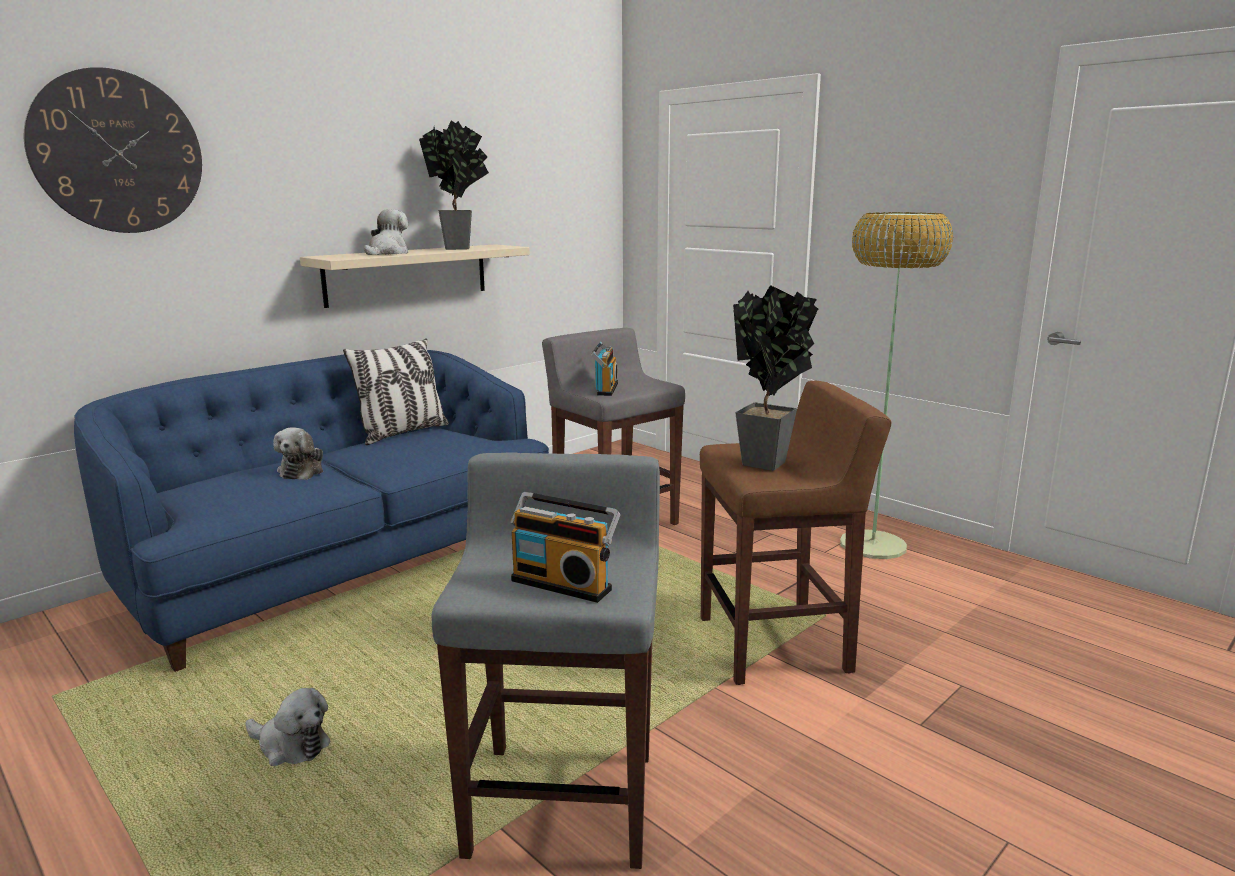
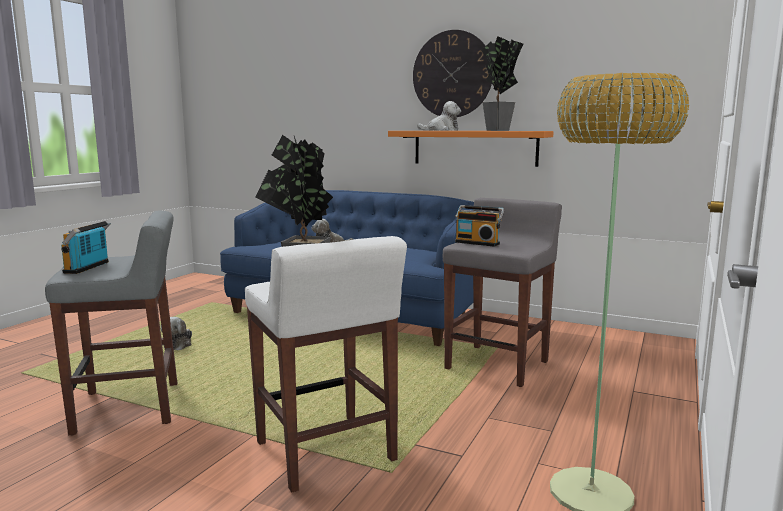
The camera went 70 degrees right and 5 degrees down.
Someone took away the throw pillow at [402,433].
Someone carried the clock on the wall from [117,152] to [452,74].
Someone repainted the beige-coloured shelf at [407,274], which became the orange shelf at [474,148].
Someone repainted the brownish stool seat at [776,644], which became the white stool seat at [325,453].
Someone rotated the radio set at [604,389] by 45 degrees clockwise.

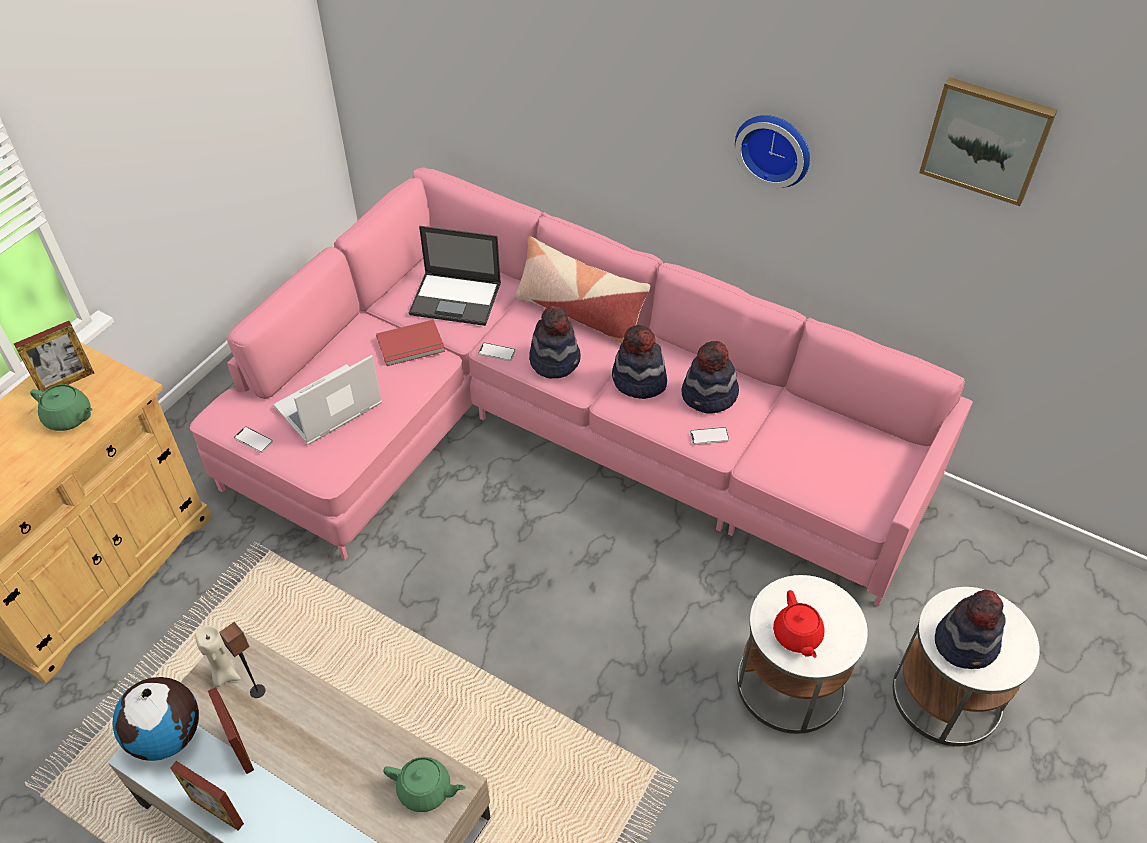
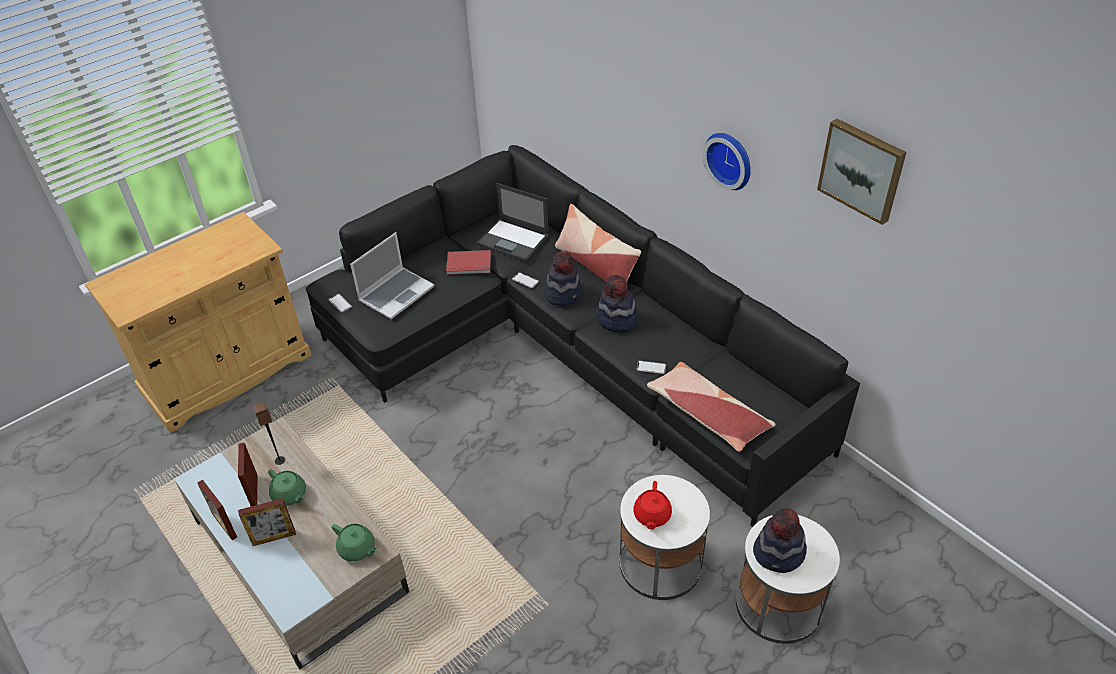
The camera went 20 degrees right and 5 degrees down.
Someone took away the globe at [168,735].
Someone took away the beige-coloured wax light at [224,674].
Someone took away the hat at [709,396].
Someone put down the throw pillow at [707,414].
Someone carried the standing frame from [67,382] to [274,538].
Someone carried the greenish teapot from [69,418] to [290,495].
Someone repainted the pinkish settee at [556,431], which became the black-coloured settee at [565,351].
Someone rotated the portable computer at [328,408] by 150 degrees clockwise.

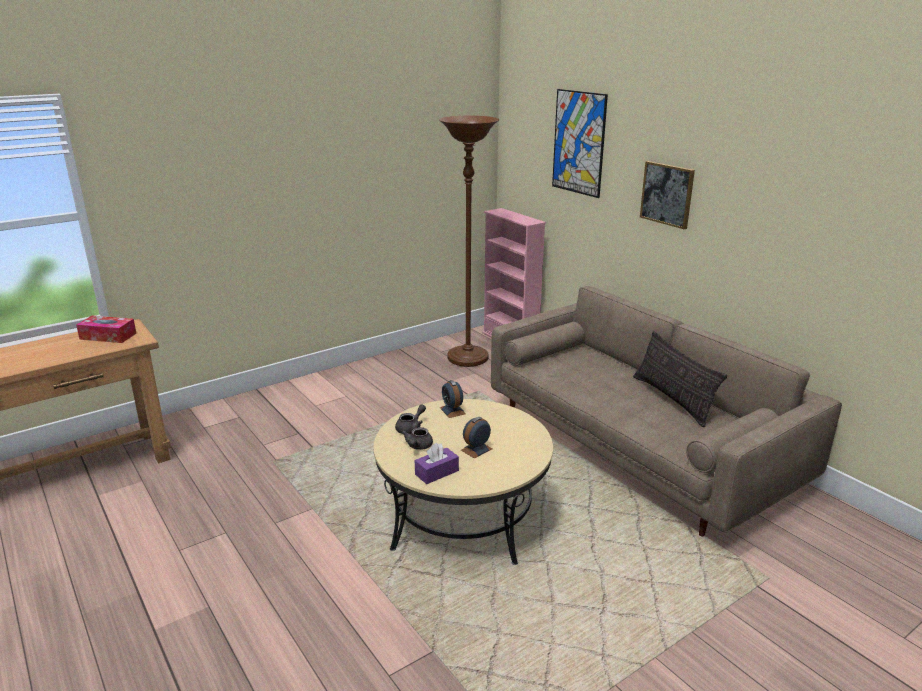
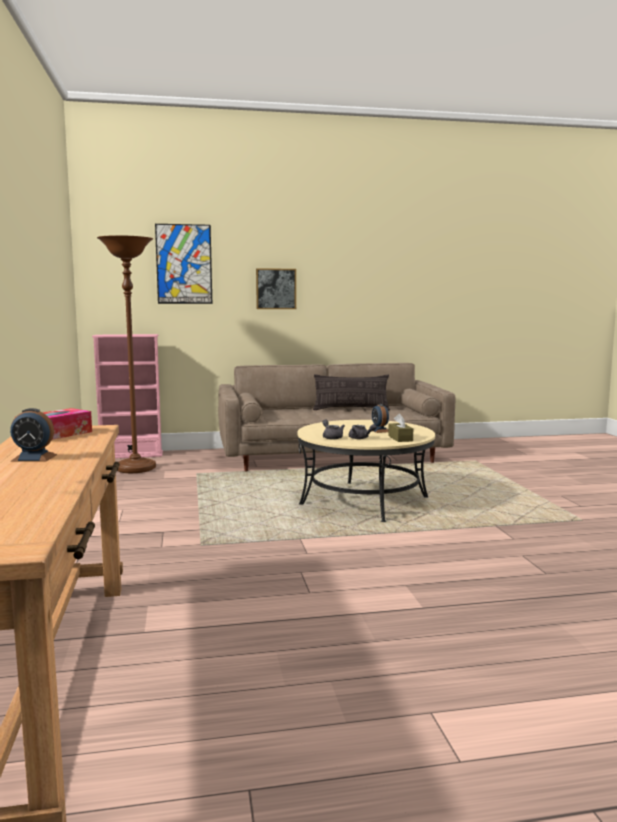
The camera went 65 degrees left and 15 degrees down.
Someone carried the bedside clock from [452,410] to [34,458].
Someone repainted the purple tissue holder at [437,472], which became the brownish tissue holder at [400,438].

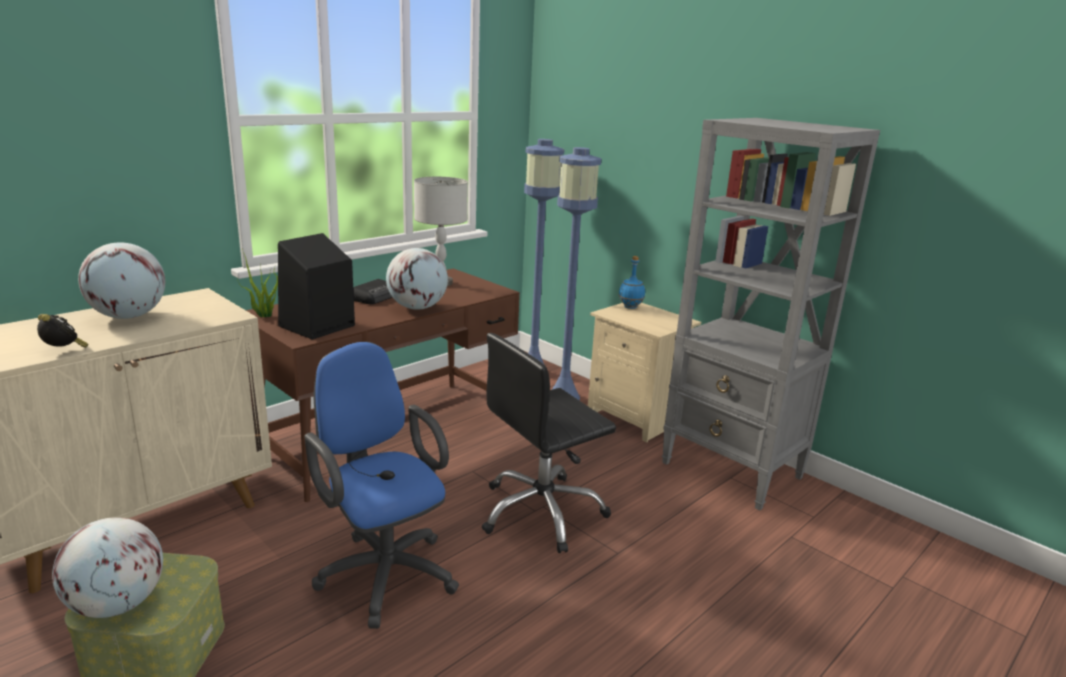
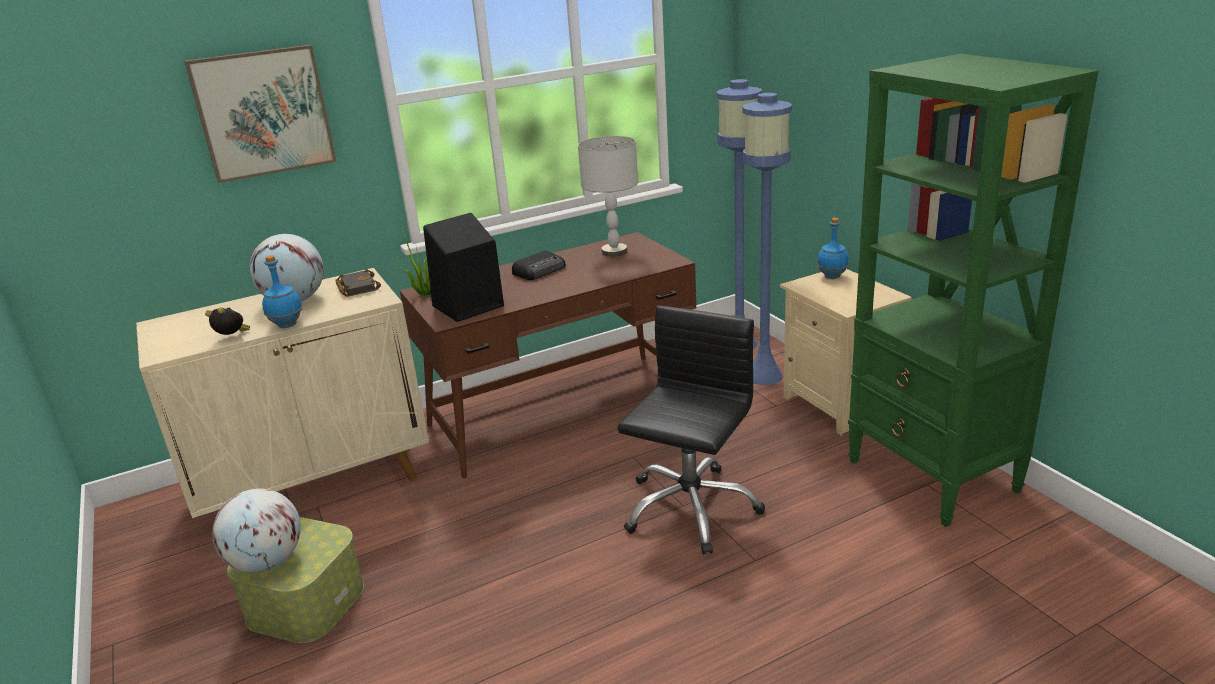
The camera went 20 degrees right and 5 degrees up.
Someone took away the blue desk chair at [383,570].
Someone took away the globe at [417,307].
Someone put up the wall art at [263,113].
Someone put down the blue beverage bottle at [288,325].
Someone put down the black-coloured volume at [356,287].
Someone repainted the grey bookcase at [732,471], which became the greenish bookcase at [933,476].
Someone rotated the bedside clock at [64,351] by 45 degrees counterclockwise.
Someone rotated the black-coloured desk chair at [542,512] by 135 degrees clockwise.

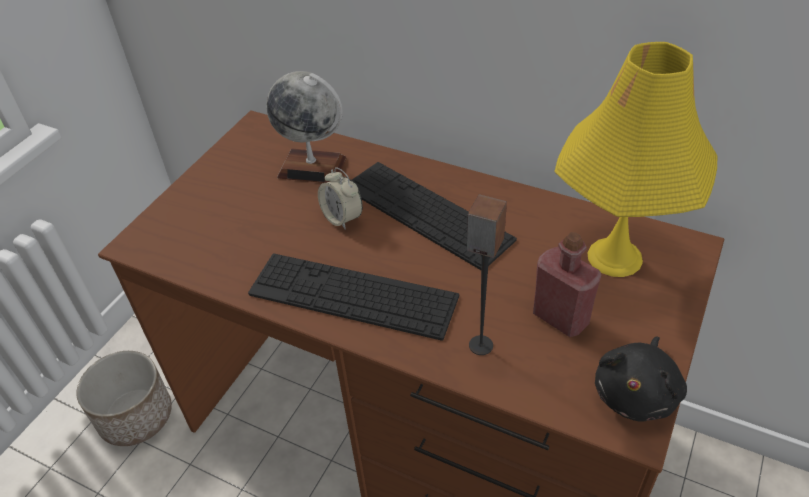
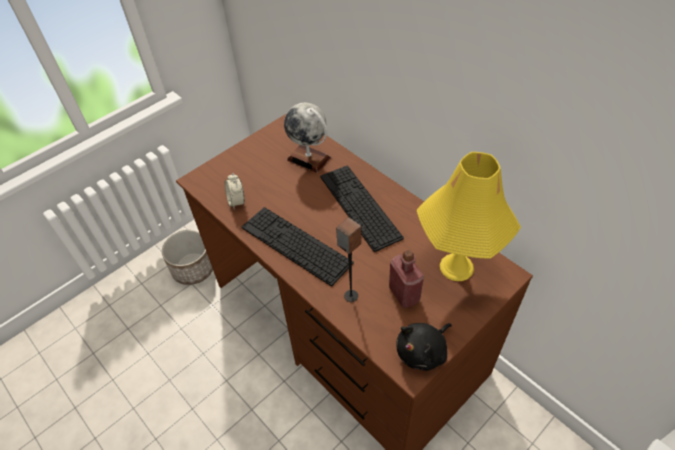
The camera went 20 degrees right and 5 degrees up.
Someone carried the bedside clock from [342,218] to [237,201].

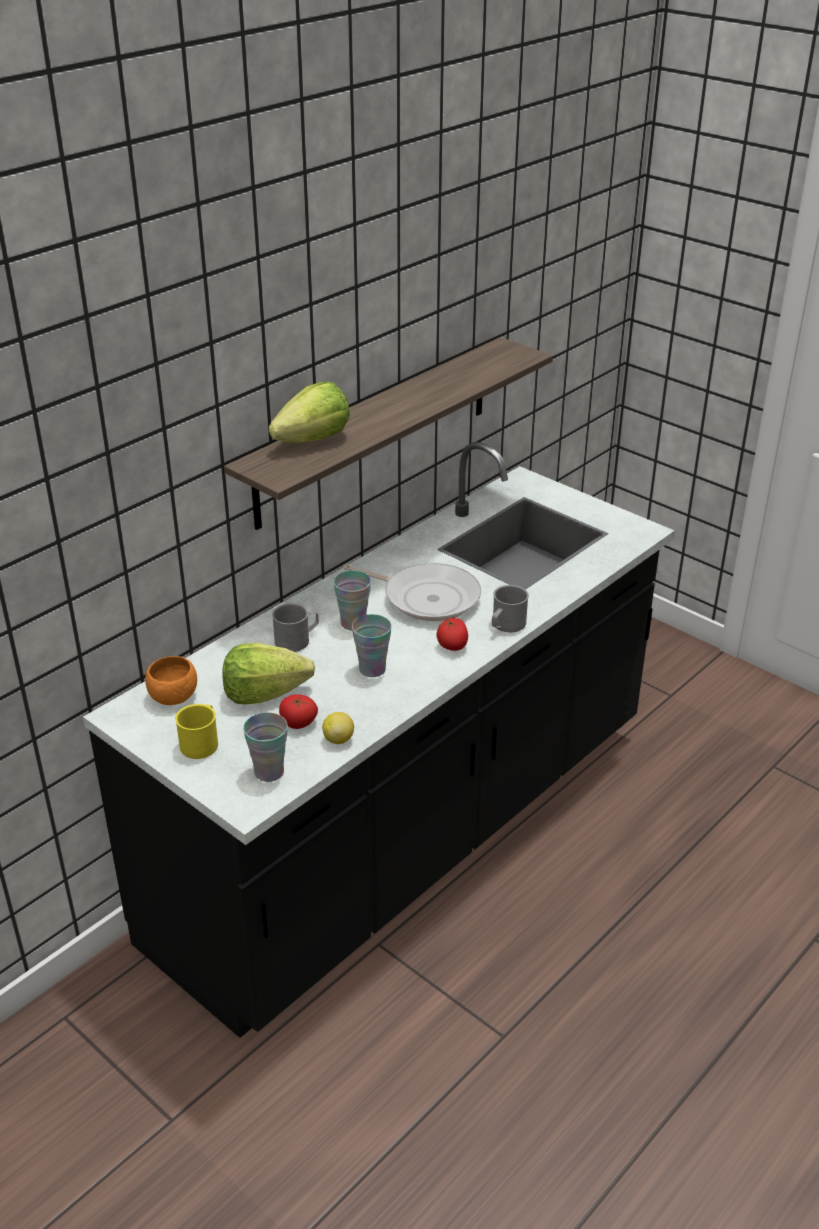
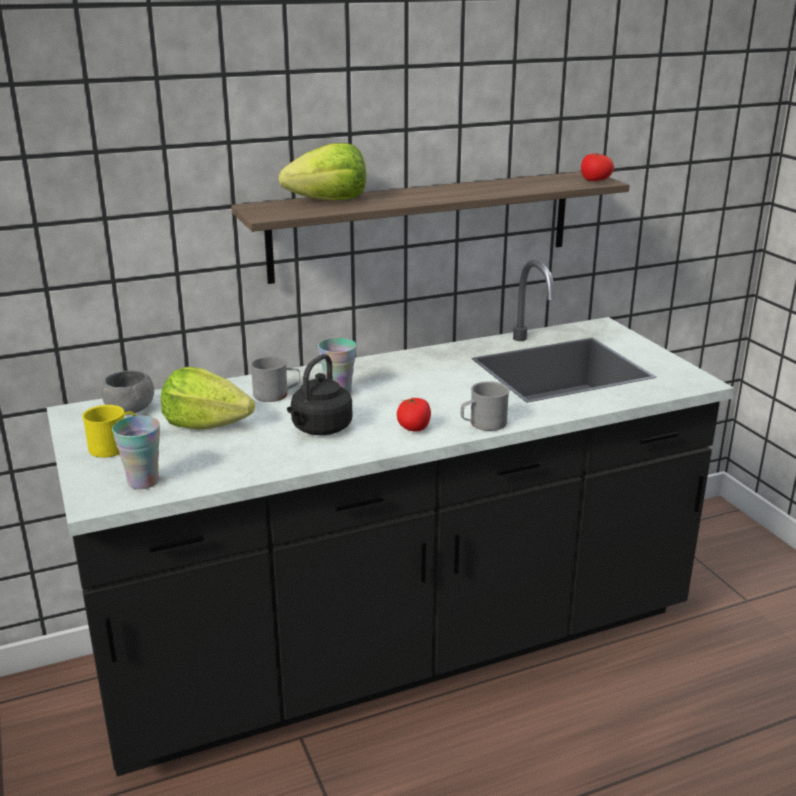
The camera went 25 degrees right and 10 degrees down.
Someone took away the citrus fruit at [338,739].
Someone took away the frying pan at [426,597].
Someone carried the fresh tomato from [298,723] to [595,180].
Someone swapped the small cup at [372,669] for the black-coloured tea kettle at [320,429].
Someone repainted the orange serving bowl at [173,697], which became the grey serving bowl at [130,410].

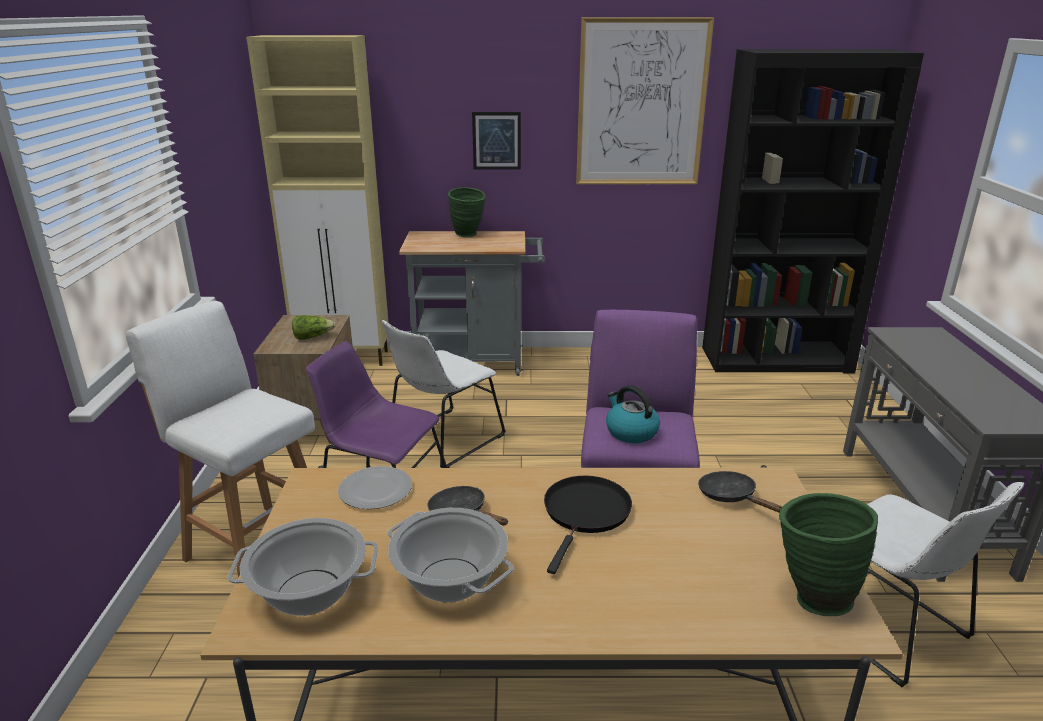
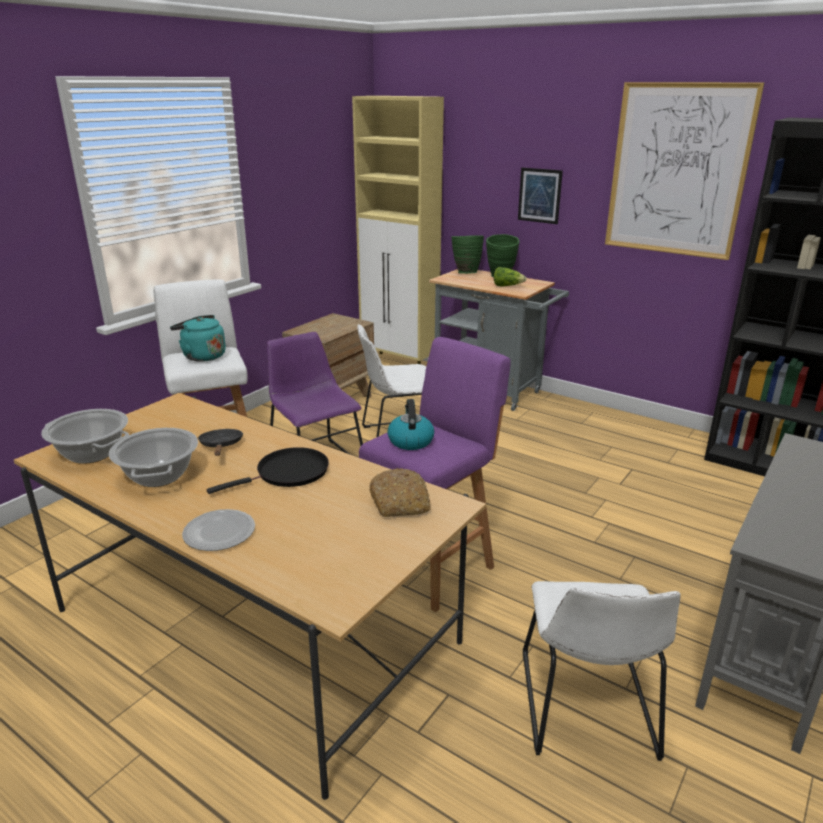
The camera went 35 degrees right and 0 degrees up.
Someone put down the turquoise tea kettle at [202,356].
Someone carried the head of lettuce from [312,337] to [507,286].
Someone carried the plate from [374,491] to [218,532].
Someone carried the greenish vase from [810,596] to [465,273].
Someone swapped the black-coloured frying pan at [731,497] for the baked bread at [400,502].

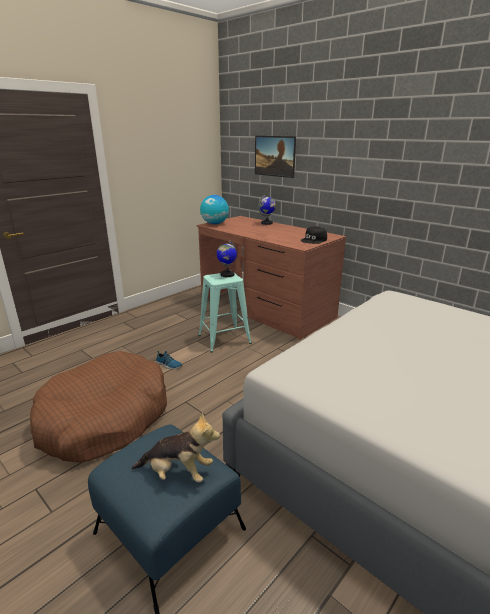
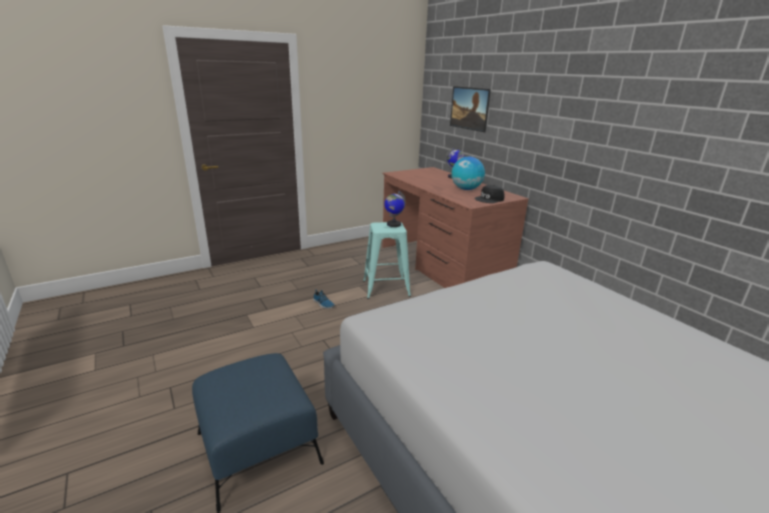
The camera went 15 degrees right and 0 degrees up.
Someone took away the brownish dog cushion at [104,418].
Someone took away the plush toy at [178,473].
Someone carried the globe from [214,224] to [466,189].

